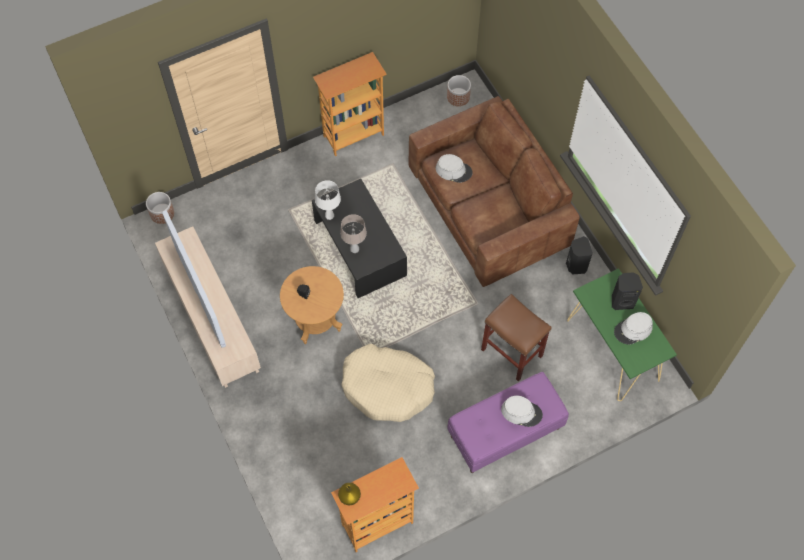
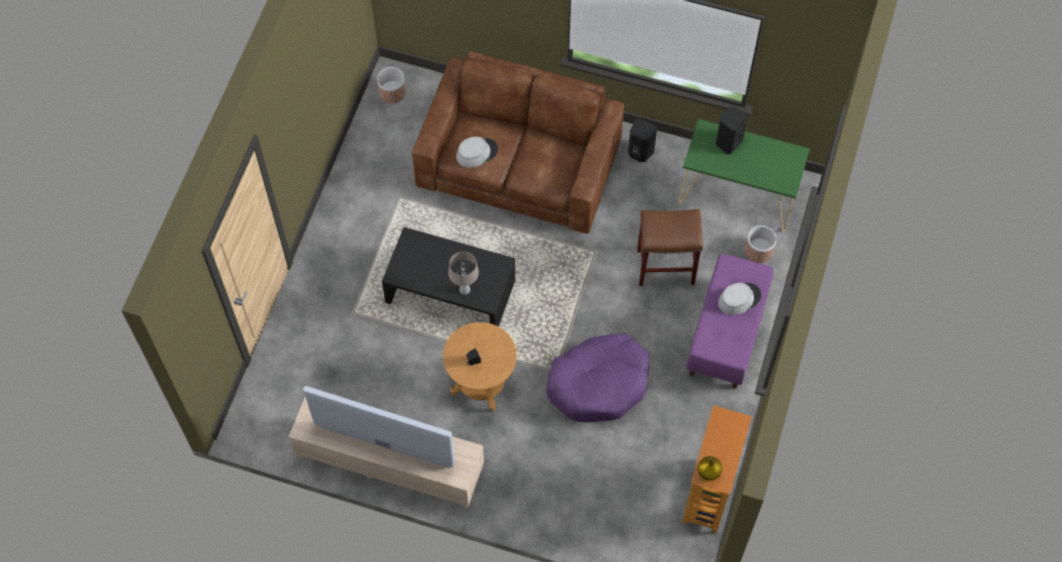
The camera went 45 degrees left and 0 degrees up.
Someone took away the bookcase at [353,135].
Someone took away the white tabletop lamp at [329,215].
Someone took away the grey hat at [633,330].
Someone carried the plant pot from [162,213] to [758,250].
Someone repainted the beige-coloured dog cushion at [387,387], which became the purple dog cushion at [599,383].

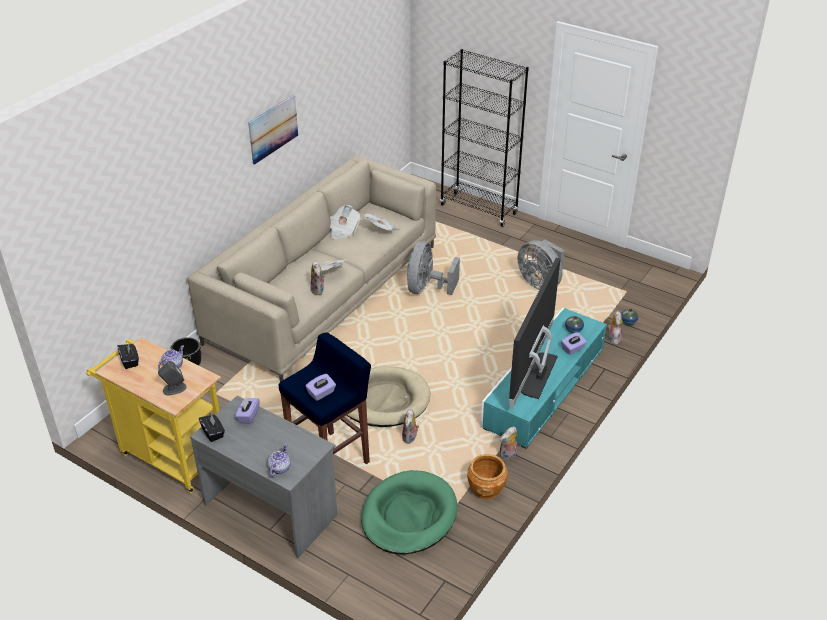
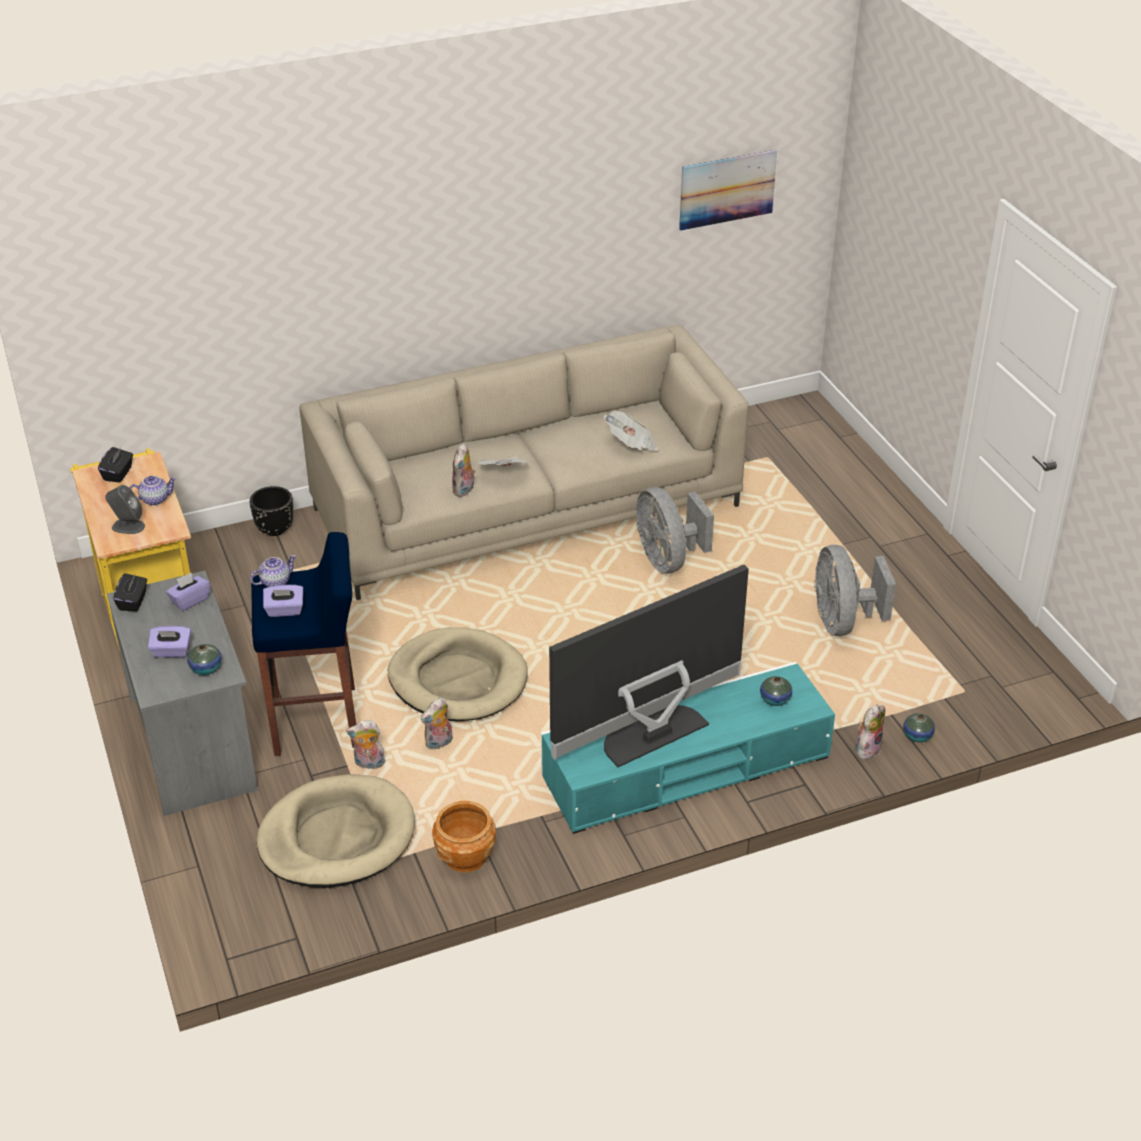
The camera went 35 degrees right and 0 degrees up.
Someone took away the printed paper at [343,230].
Someone took away the black-coloured bookcase at [479,209].
Someone put down the vase at [206,668].
Someone carried the wall art from [273,129] to [727,189].
Someone carried the teapot from [279,468] to [275,582].
Someone carried the plush toy from [508,455] to [368,764].
Someone carried the purple tissue holder from [573,349] to [171,651].
Someone repainted the greenish dog cushion at [409,515], which became the beige-coloured dog cushion at [337,837].
Someone rotated the grey fan at [426,289] by 75 degrees counterclockwise.

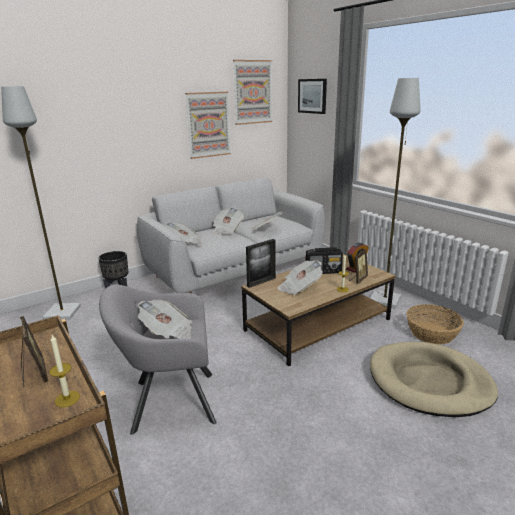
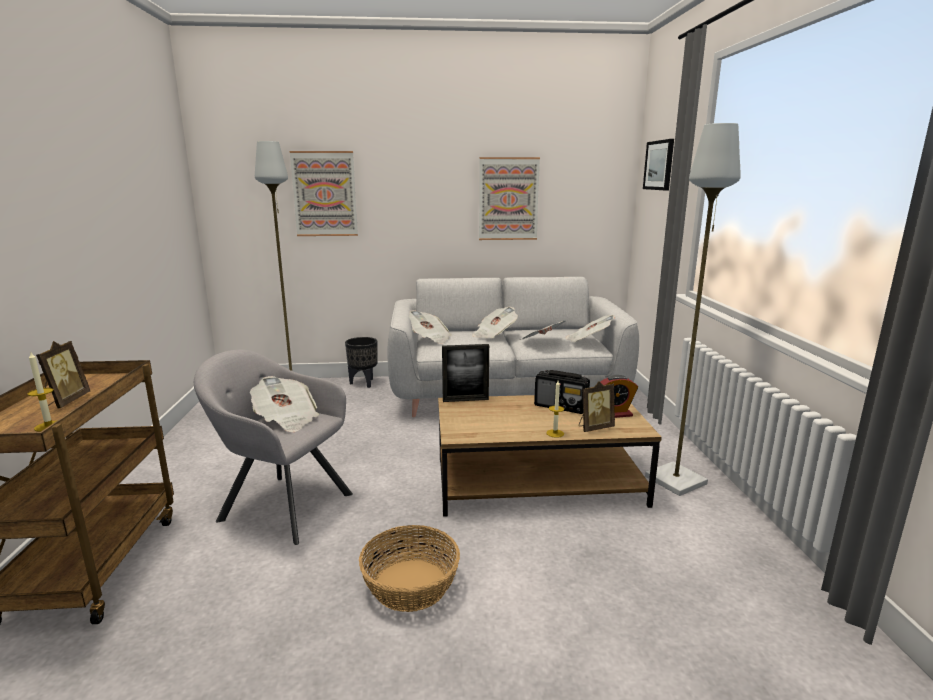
The camera went 30 degrees right and 5 degrees down.
Someone took away the beige-coloured dog cushion at [429,382].
Someone carried the wall art from [252,92] to [324,194].
Someone carried the printed paper from [299,288] to [588,340].
Someone carried the household basket from [432,333] to [411,584].

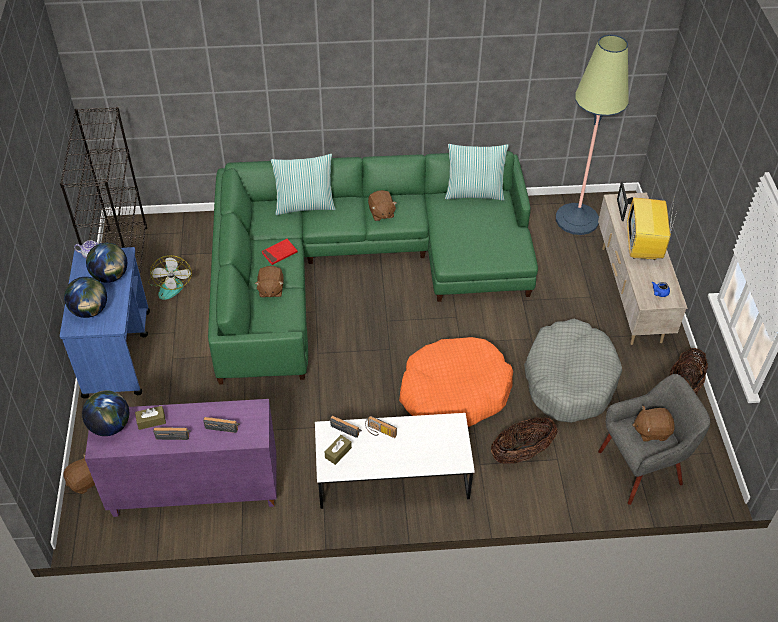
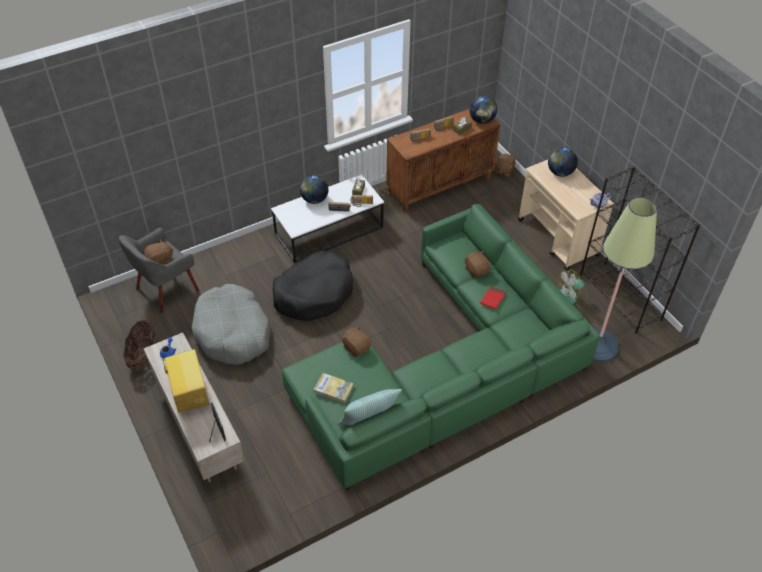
The camera went 155 degrees right and 0 degrees up.
Someone took away the throw pillow at [305,205].
Someone took away the household basket at [521,453].
Someone put down the volume at [333,389].
Someone carried the globe from [111,276] to [314,199].
Someone carried the brownish plush toy from [381,213] to [356,347].
Someone carried the standing lamp from [577,219] to [598,345].
Someone repainted the blue cart at [117,352], which became the beige-coloured cart at [558,238].
Someone repainted the purple storage cabinet at [194,491], which became the brownish storage cabinet at [440,185].
Someone repainted the orange dog cushion at [454,392], which became the black-coloured dog cushion at [314,293].
Someone rotated the fan at [170,284] by 75 degrees counterclockwise.

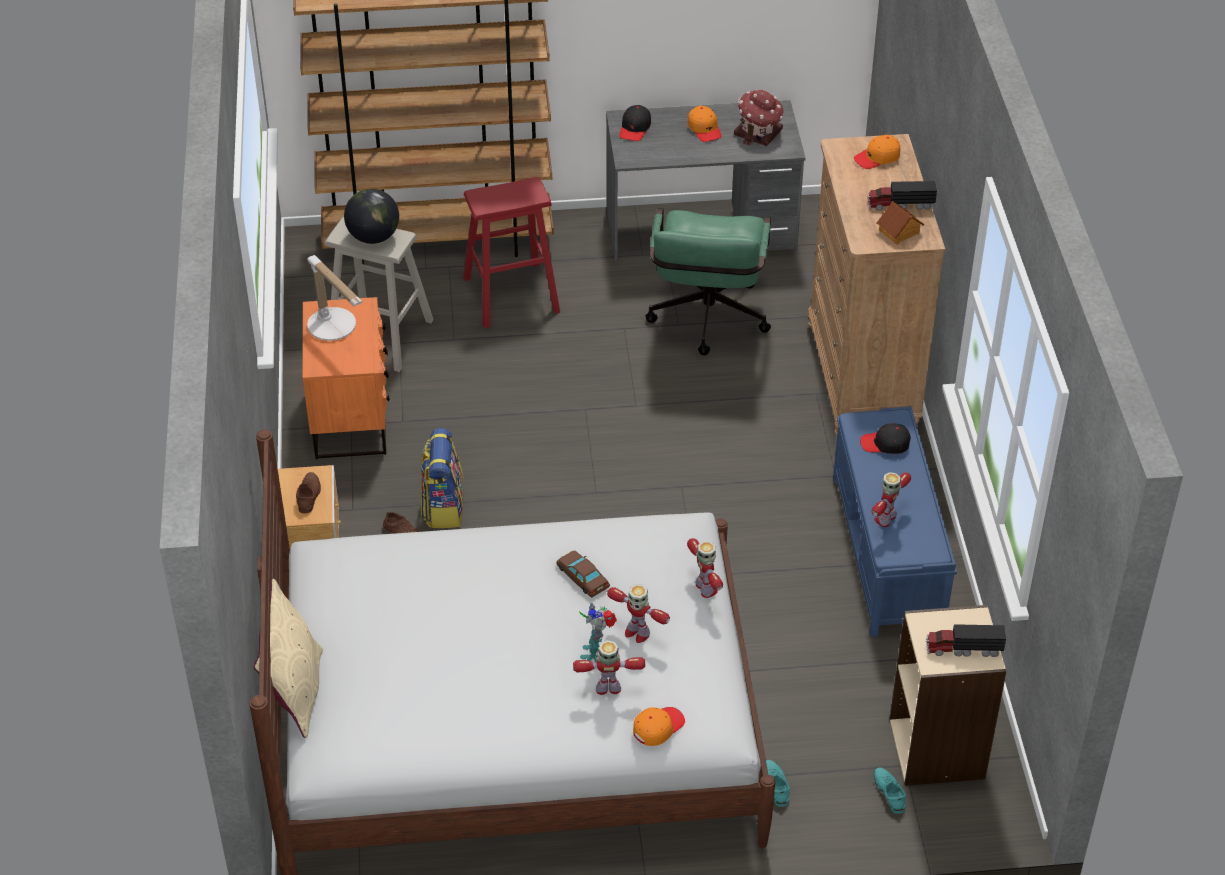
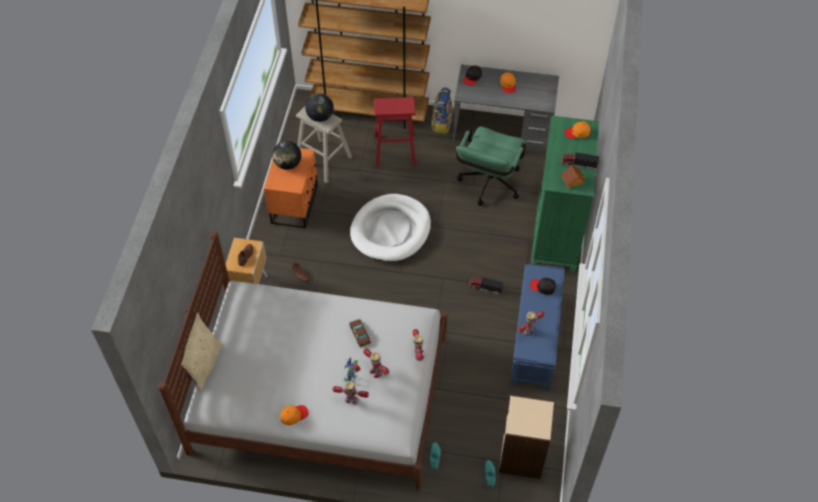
The camera went 15 degrees right and 10 degrees up.
Someone took away the model house at [759,133].
Someone put down the white dog cushion at [391,230].
Someone carried the knapsack from [443,507] to [441,123].
Someone carried the orange cap from [658,727] to [294,415].
Someone carried the model truck from [963,648] to [485,287].
Someone swapped the tabletop lamp at [335,329] for the globe at [288,164].
Someone repainted the brownish drawer chest at [862,378], which became the greenish drawer chest at [556,235].

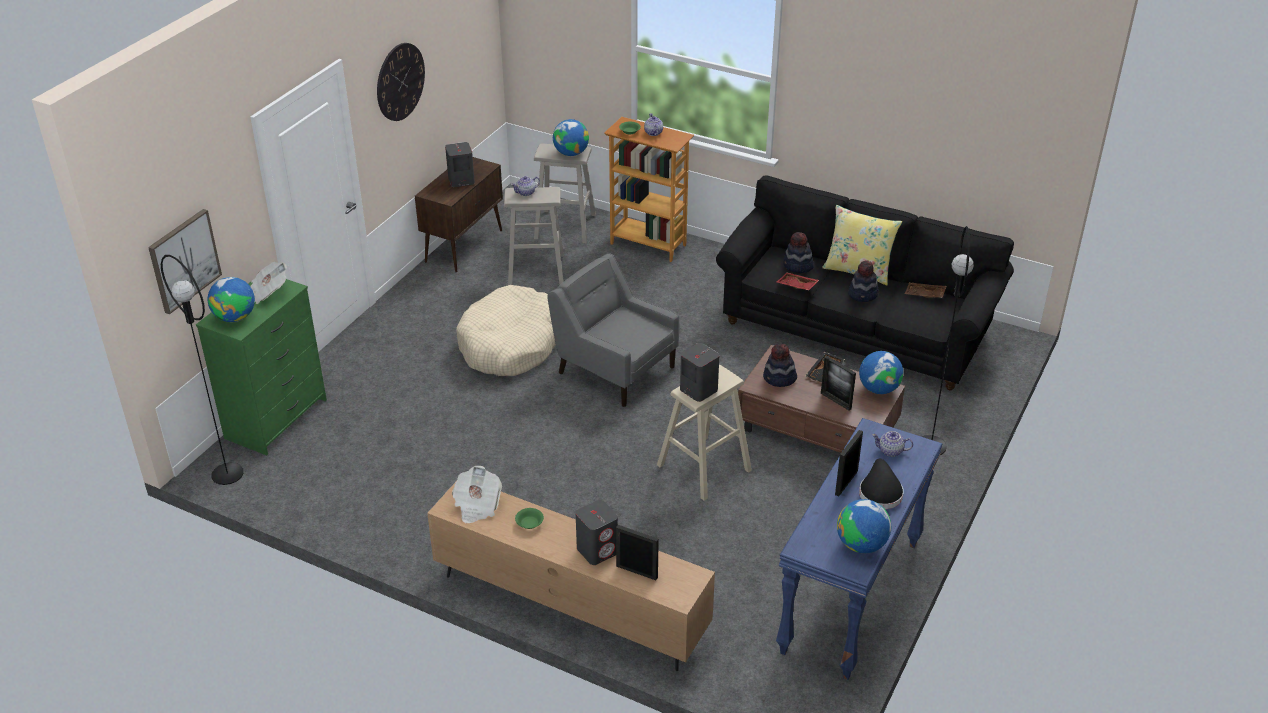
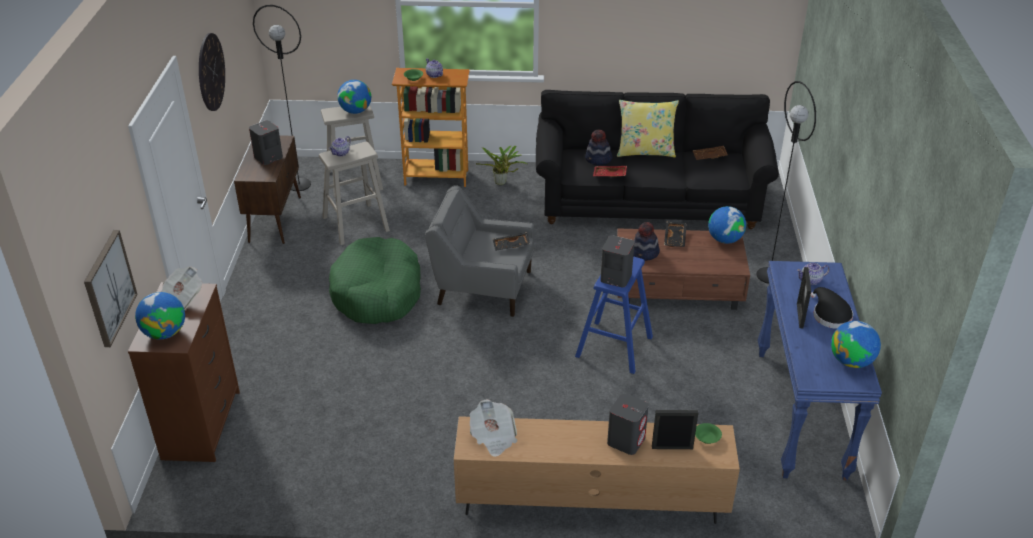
The camera went 25 degrees left and 0 degrees up.
Someone took away the standing frame at [835,401].
Someone took away the hat at [863,294].
Someone put down the potted plant at [502,183].
Someone put down the black-coloured tray at [511,246].
Someone carried the black-coloured standing lamp from [227,474] to [299,184].
Someone carried the greenish serving bowl from [529,523] to [706,438].
Someone repainted the greenish drawer chest at [276,419], which became the brownish drawer chest at [202,425].
Someone repainted the beige-coloured dog cushion at [510,345], which became the greenish dog cushion at [377,293].
Someone repainted the beige-coloured stool seat at [704,468], which became the blue stool seat at [614,347].

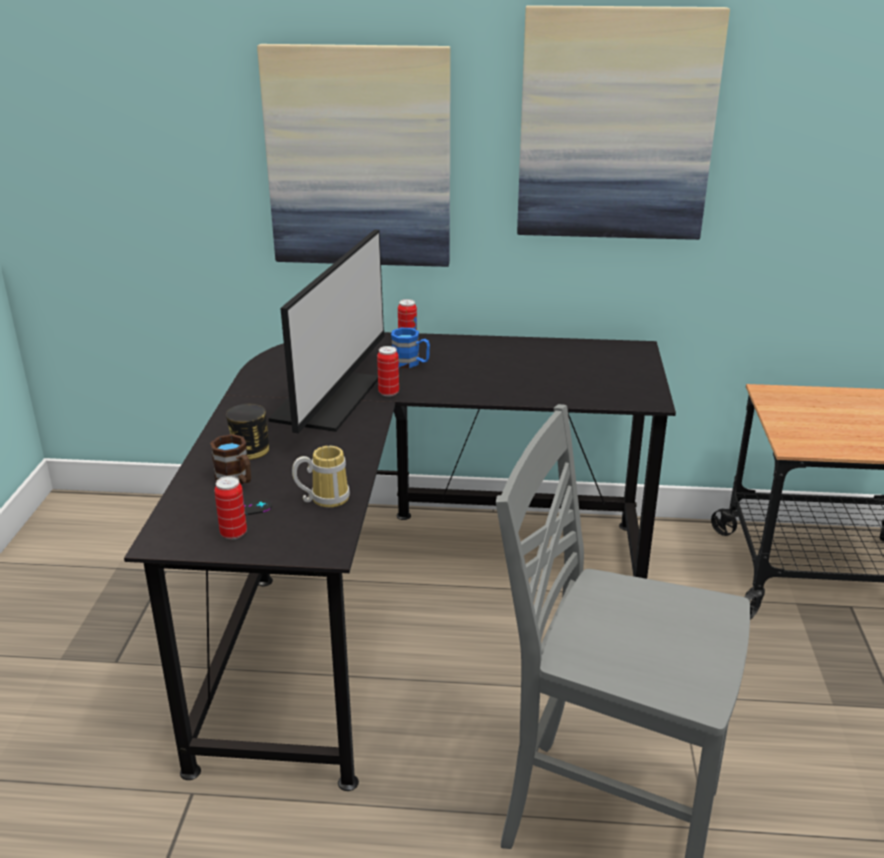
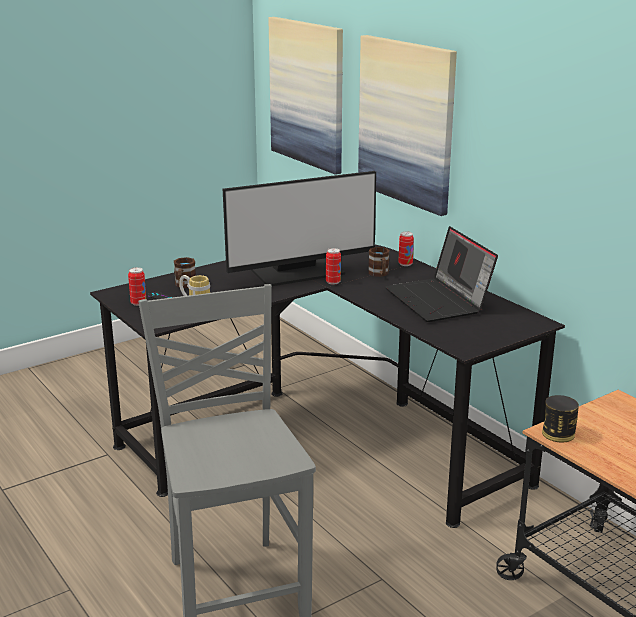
The camera went 50 degrees right and 5 degrees down.
Someone put down the portable computer at [439,301].
Someone carried the metal can from [250,450] to [558,433].
Someone carried the wall art from [616,126] to [307,93].
Someone repainted the blue mug at [411,363], which became the brownish mug at [379,274].

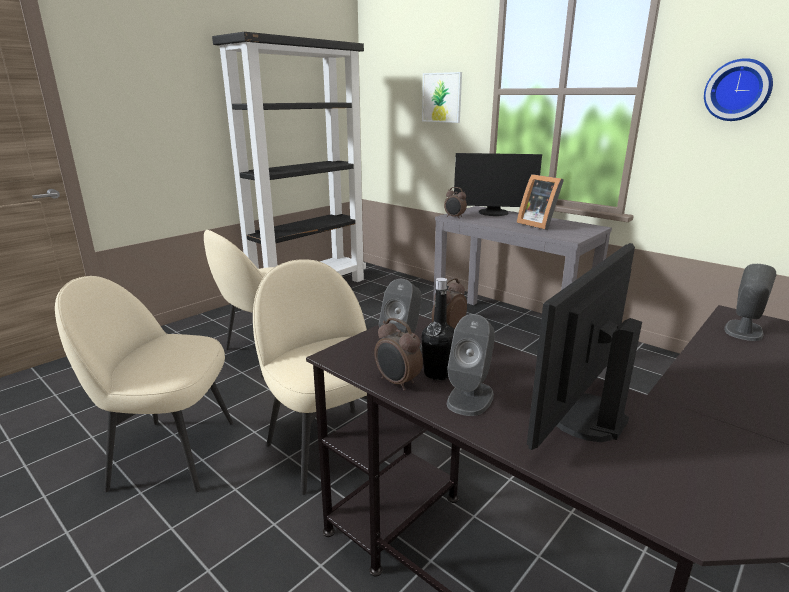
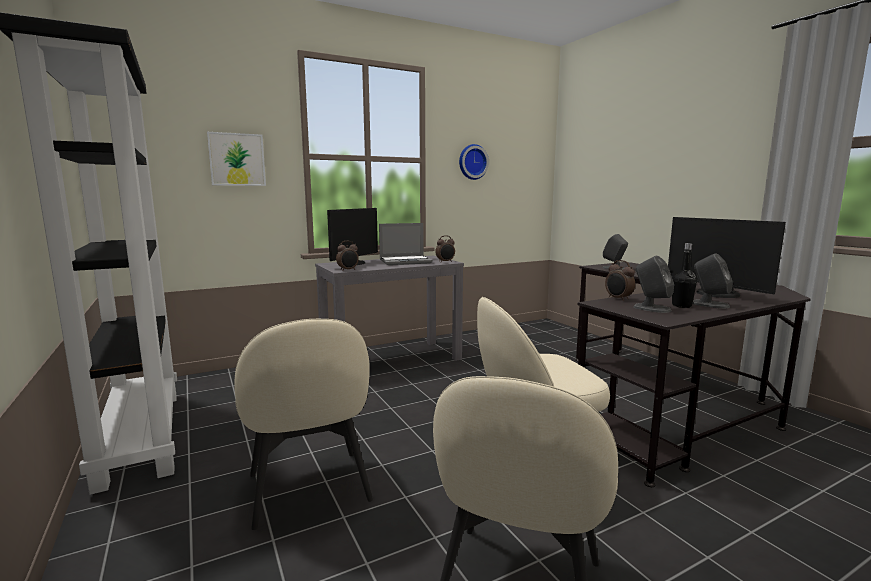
The camera went 70 degrees left and 10 degrees down.
Someone carried the bedside clock from [397,383] to [445,262].
Someone swapped the standing frame at [538,224] for the portable computer at [406,261].

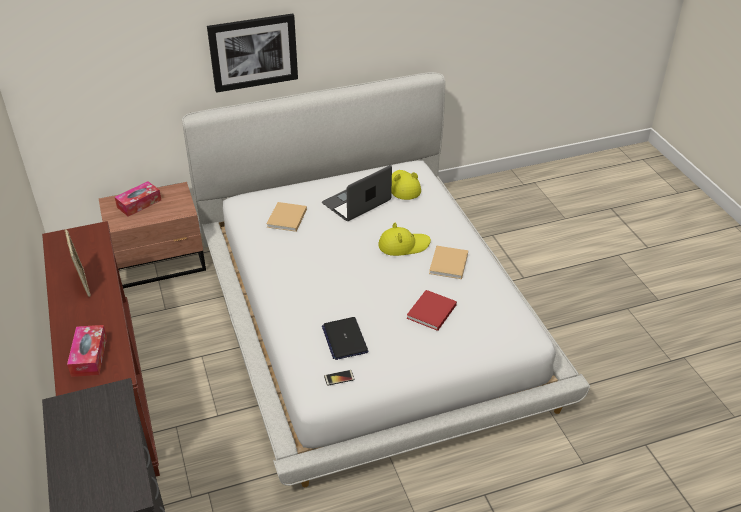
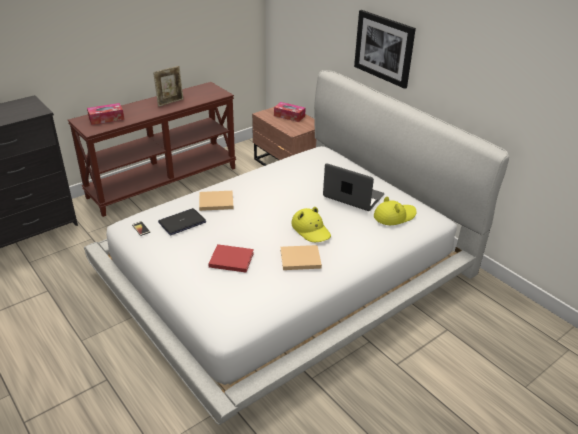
The camera went 70 degrees right and 5 degrees down.
Someone carried the beige-coloured volume from [286,219] to [215,202].

